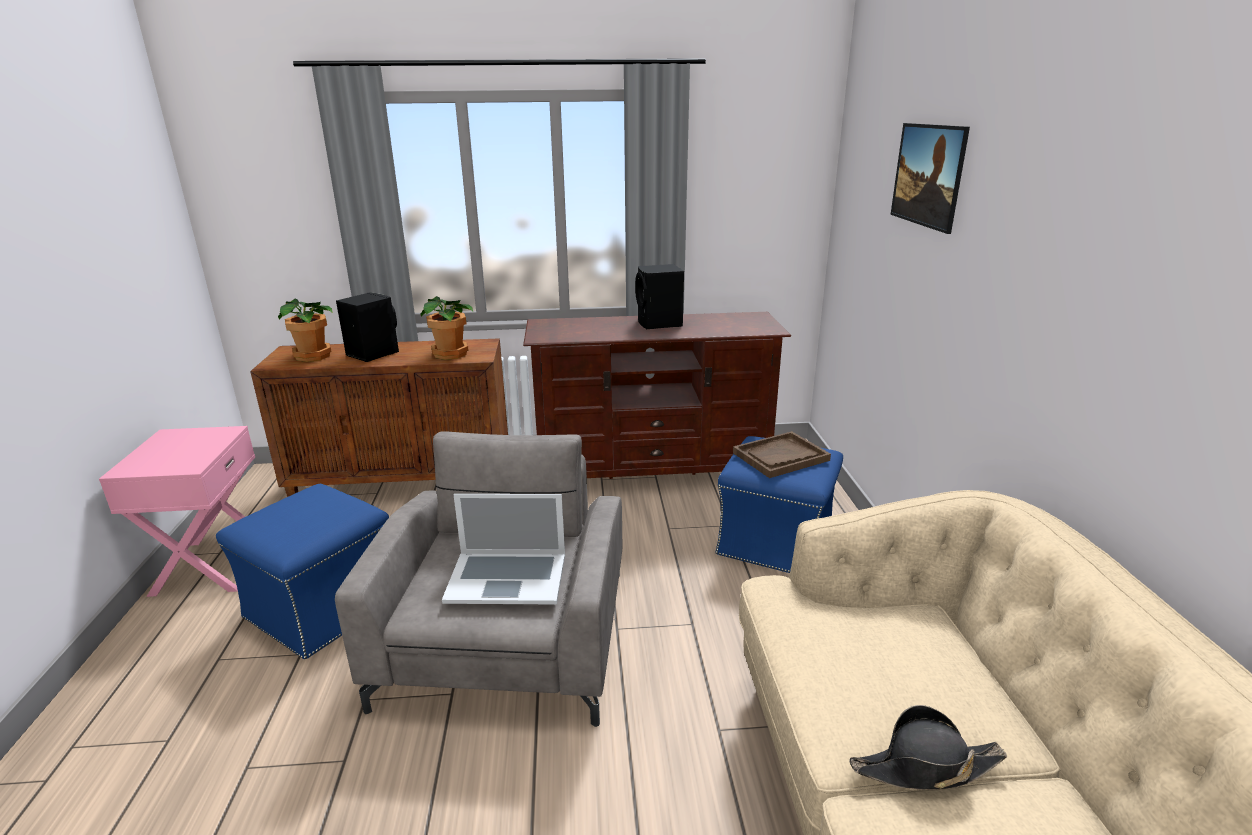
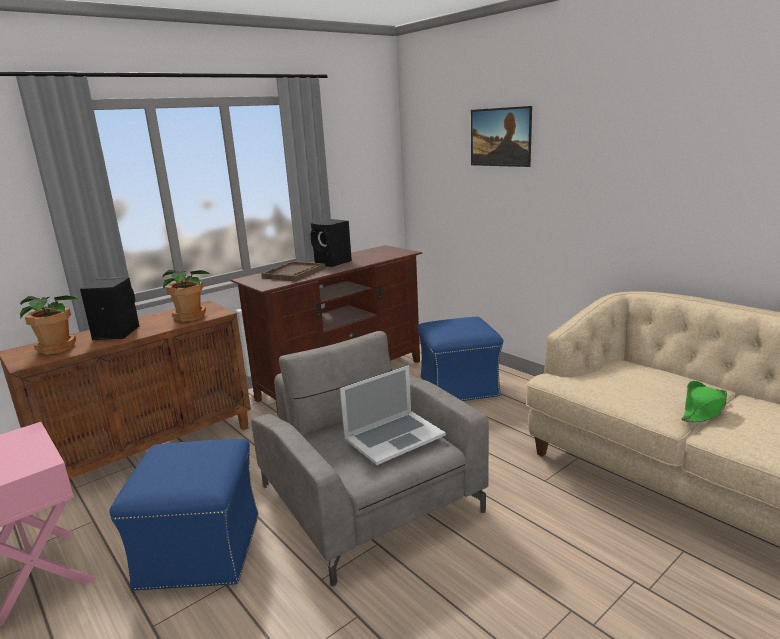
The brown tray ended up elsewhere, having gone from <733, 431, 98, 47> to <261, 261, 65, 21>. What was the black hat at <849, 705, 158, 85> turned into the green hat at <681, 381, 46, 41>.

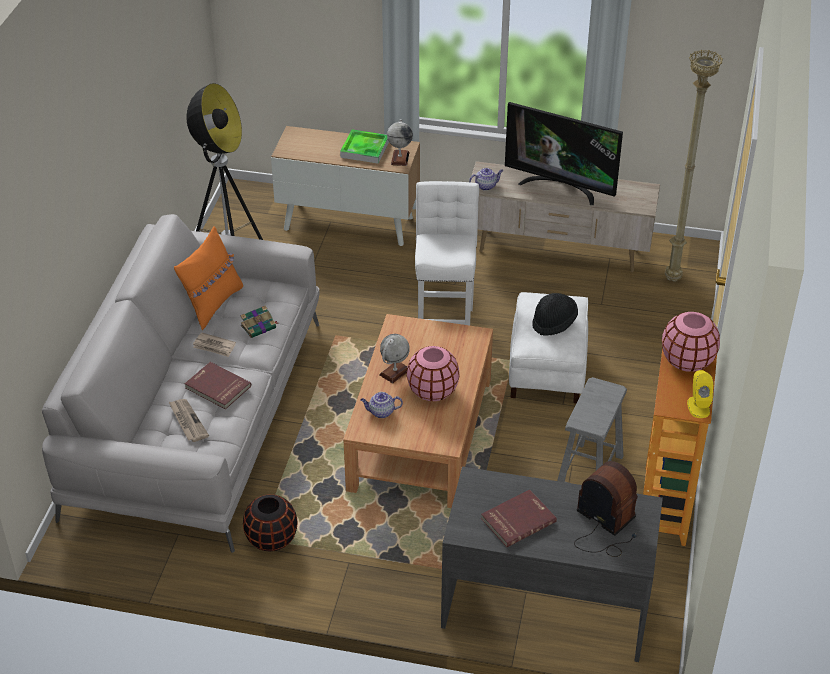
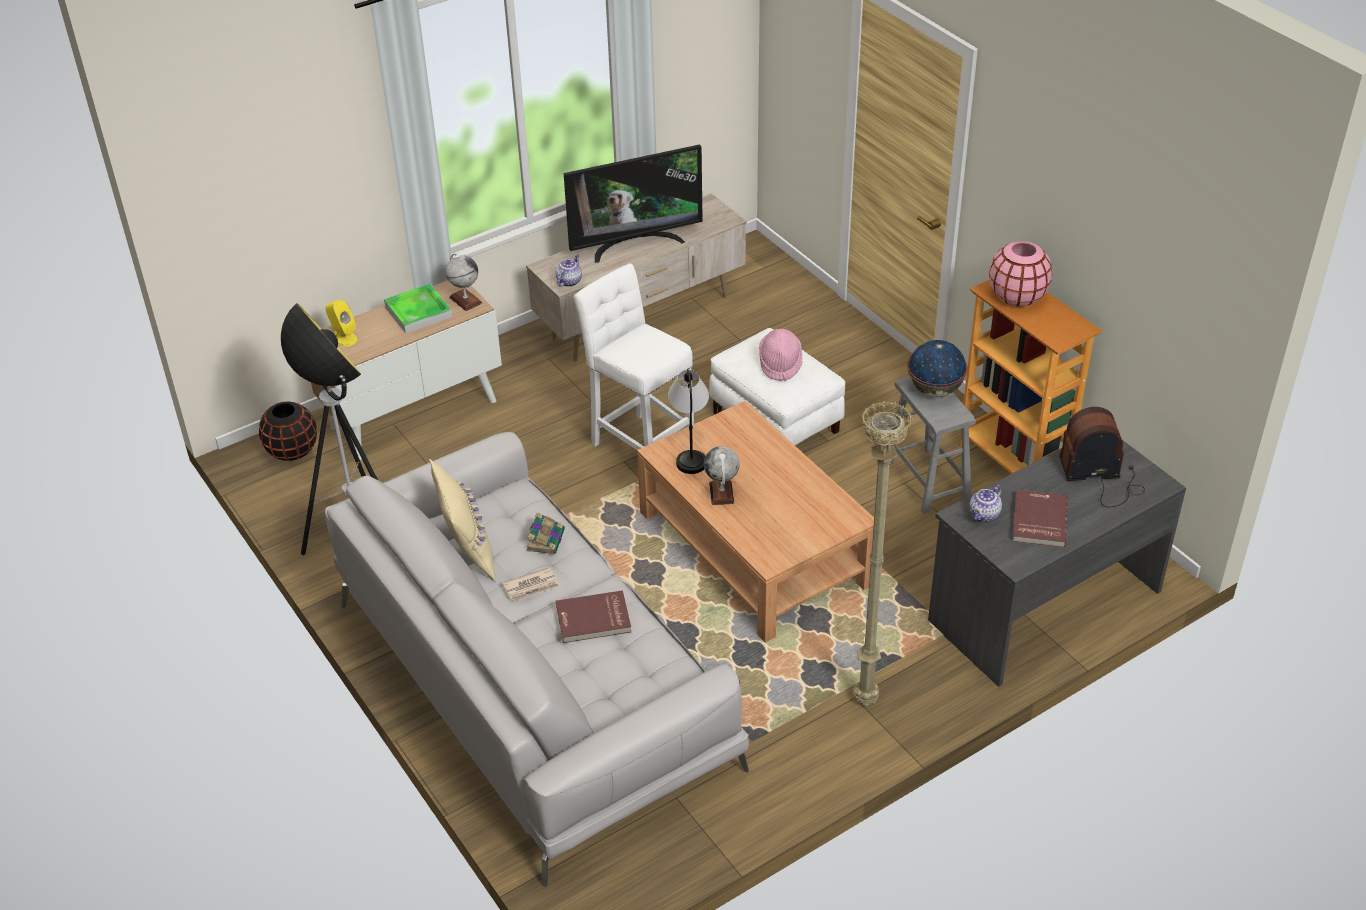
The second view lost the newspaper at <169, 399, 40, 43>. The second view lost the pink vase at <407, 346, 52, 55>. The second view gained the table lamp at <668, 369, 41, 105>. The second view gained the globe at <907, 340, 60, 57>. The black vase ended up elsewhere, having gone from <243, 494, 55, 57> to <259, 402, 58, 59>. The teapot ended up elsewhere, having gone from <360, 392, 43, 26> to <969, 485, 33, 37>. The beige floor lamp ended up elsewhere, having gone from <665, 50, 58, 232> to <853, 401, 60, 305>. The yellow speaker ended up elsewhere, having gone from <687, 370, 26, 48> to <325, 300, 33, 47>. What was the orange pillow at <174, 226, 69, 104> turned into the beige pillow at <429, 459, 66, 122>. What was the black hat at <532, 293, 46, 43> turned into the pink hat at <759, 329, 44, 52>.

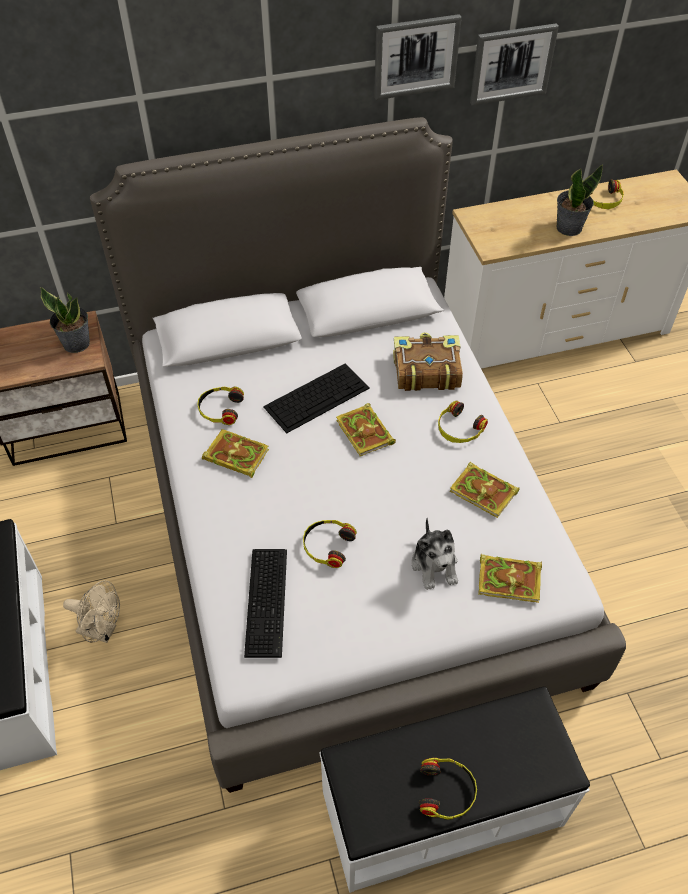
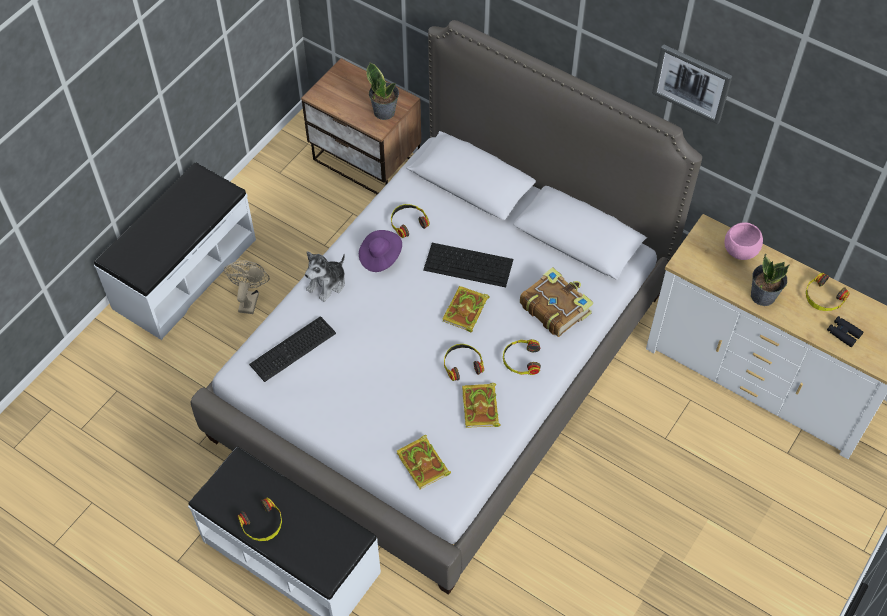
The second view lost the picture at <470, 23, 89, 83>. The second view gained the pink bowl at <725, 222, 38, 38>. The second view gained the black binoculars at <827, 316, 36, 31>. The headphones ended up elsewhere, having gone from <303, 520, 54, 48> to <444, 344, 40, 37>. The plush toy ended up elsewhere, having gone from <412, 518, 46, 72> to <305, 251, 40, 51>. Where the book stood at <202, 429, 67, 49>, the purple hat came to stand at <359, 230, 43, 42>. The beige fan at <63, 580, 57, 63> ended up facing another way, 150 degrees counterclockwise from before.

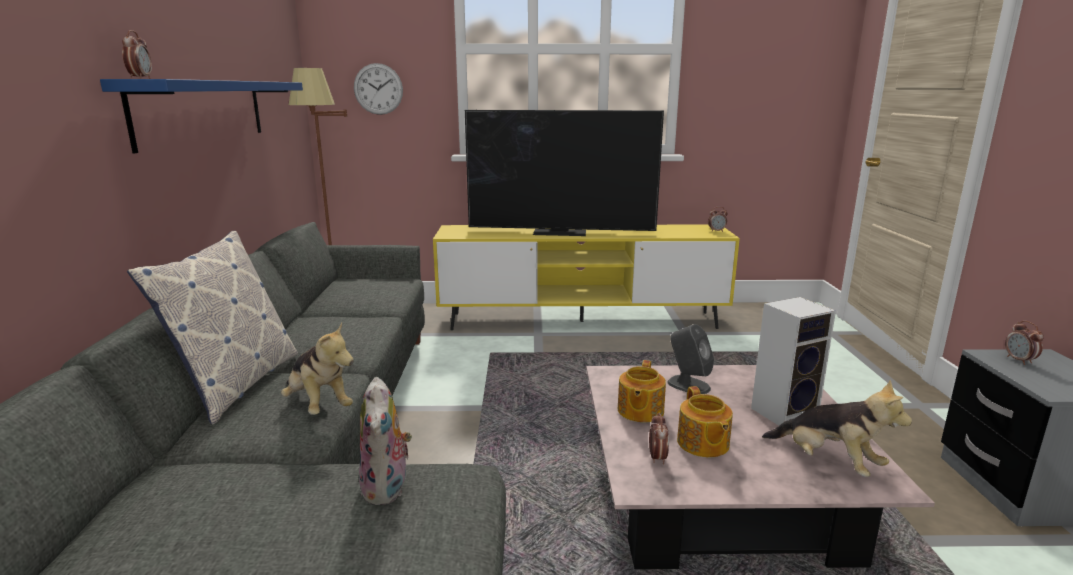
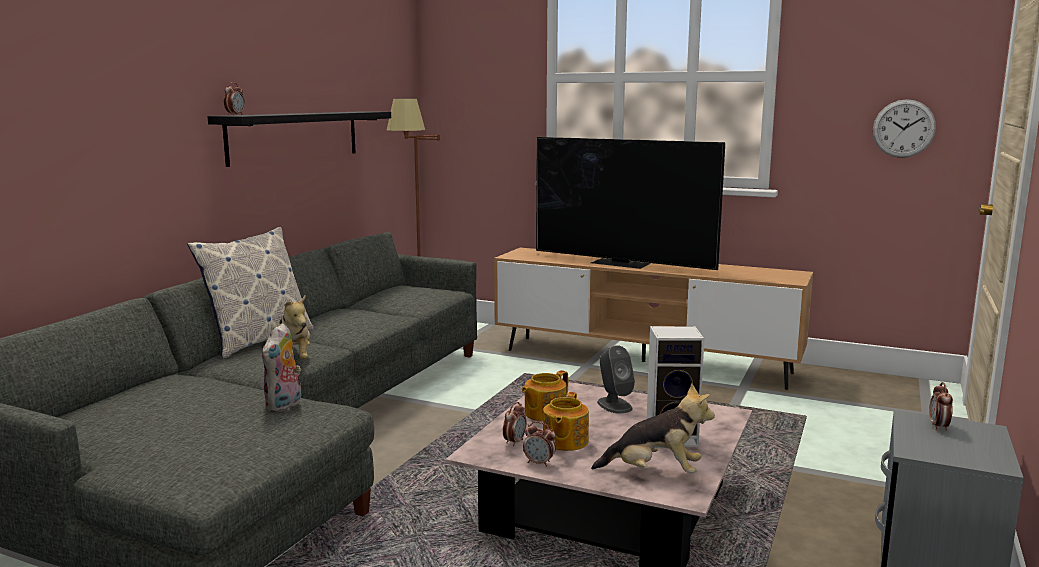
The wall clock ended up elsewhere, having gone from <354, 63, 49, 52> to <873, 99, 63, 59>. The alarm clock ended up elsewhere, having gone from <708, 207, 20, 25> to <523, 422, 33, 45>. What was the blue shelf at <100, 79, 203, 74> turned into the black shelf at <207, 111, 184, 56>. What was the yellow tv stand at <433, 225, 307, 105> turned into the brown tv stand at <494, 248, 319, 142>. The plush toy at <762, 380, 150, 97> ended up facing another way, 60 degrees counterclockwise from before.

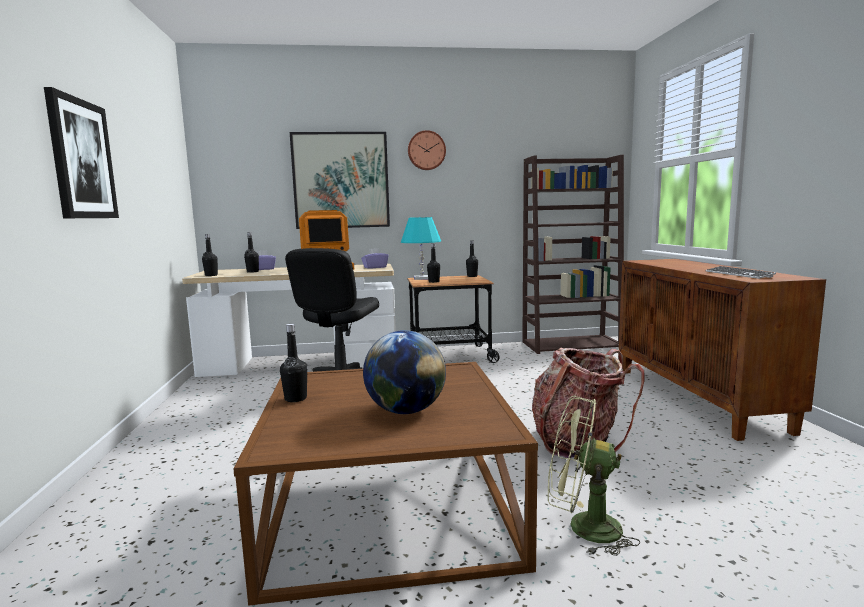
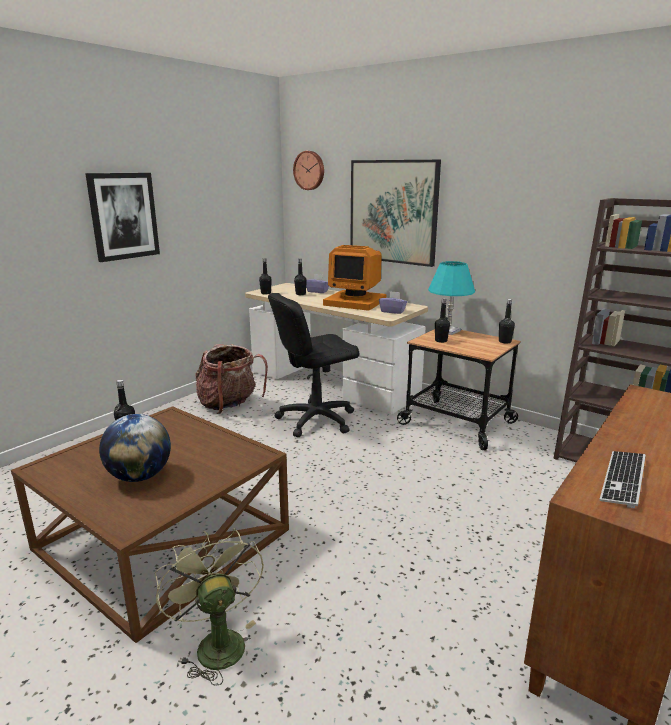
The wall clock ended up elsewhere, having gone from <408, 130, 38, 40> to <293, 151, 31, 39>. The backpack ended up elsewhere, having gone from <532, 348, 113, 110> to <195, 344, 73, 70>.

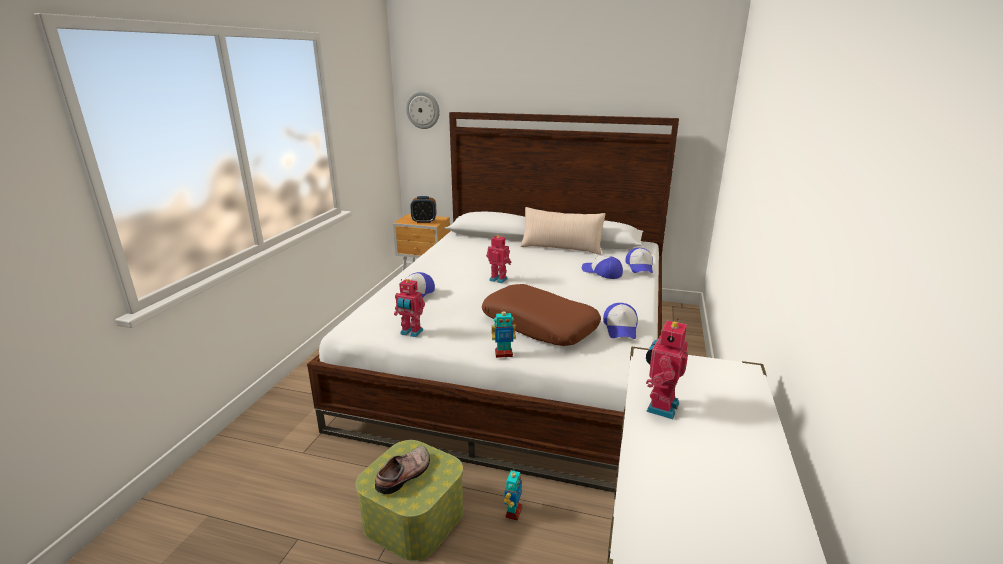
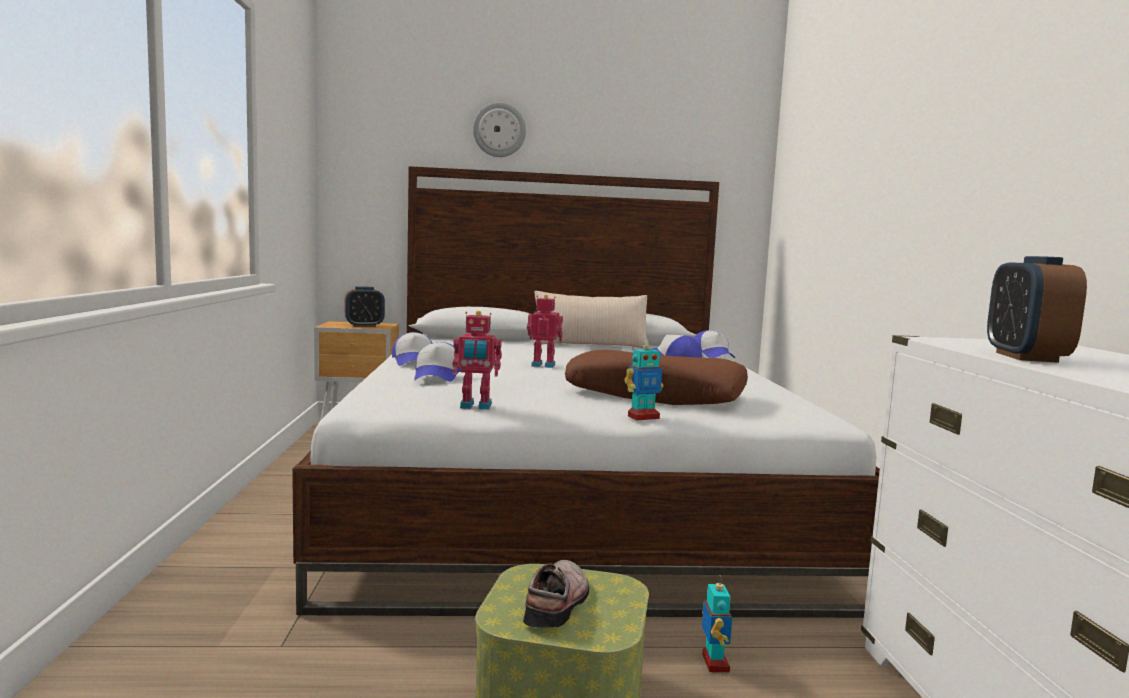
The wall clock ended up elsewhere, having gone from <406, 91, 34, 38> to <473, 102, 53, 55>. The cap ended up elsewhere, having gone from <603, 303, 35, 36> to <392, 332, 40, 34>. Where the toy robot stood at <646, 318, 42, 101>, the alarm clock came to stand at <987, 256, 100, 107>.

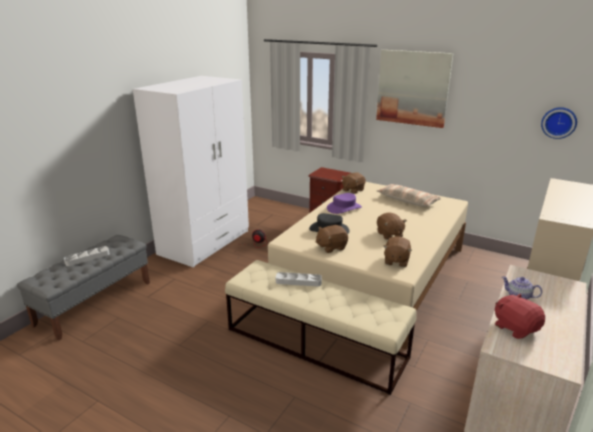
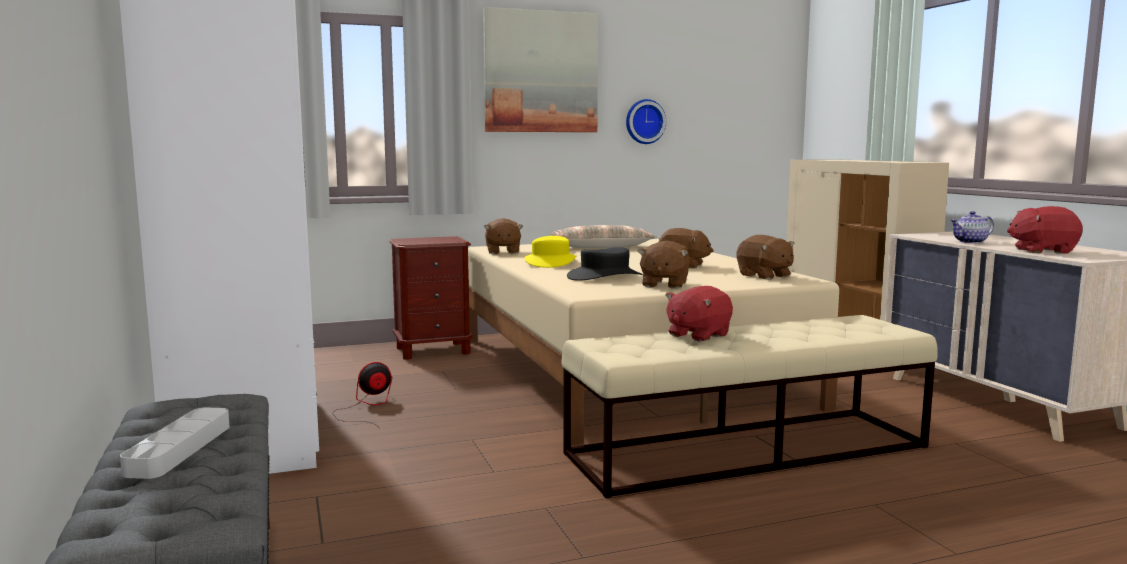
The wall clock ended up elsewhere, having gone from <541, 107, 36, 32> to <626, 99, 40, 45>. Where the grey tray stood at <276, 272, 46, 15>, the red plush toy came to stand at <665, 286, 68, 56>. What was the purple hat at <327, 193, 35, 21> turned into the yellow hat at <525, 236, 52, 32>.

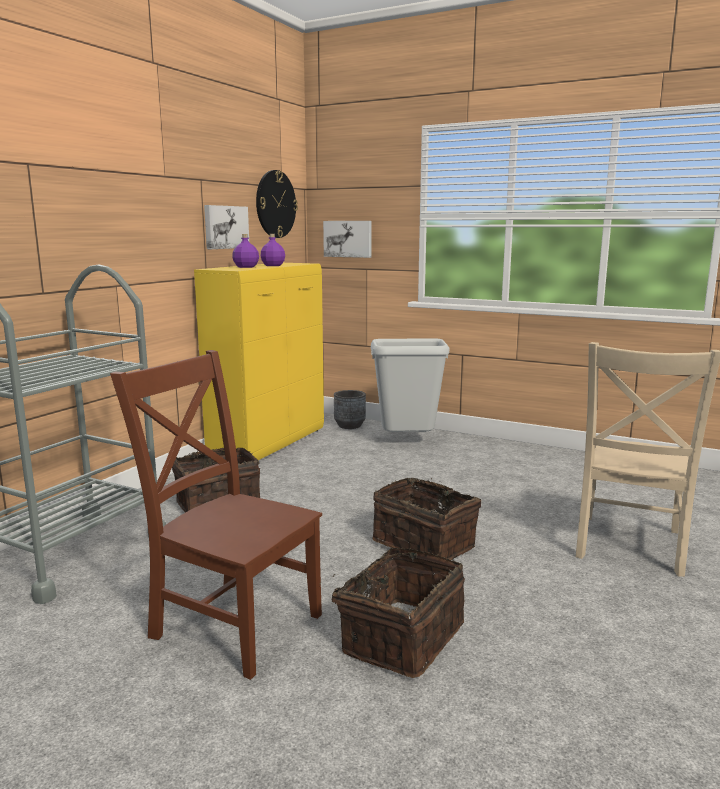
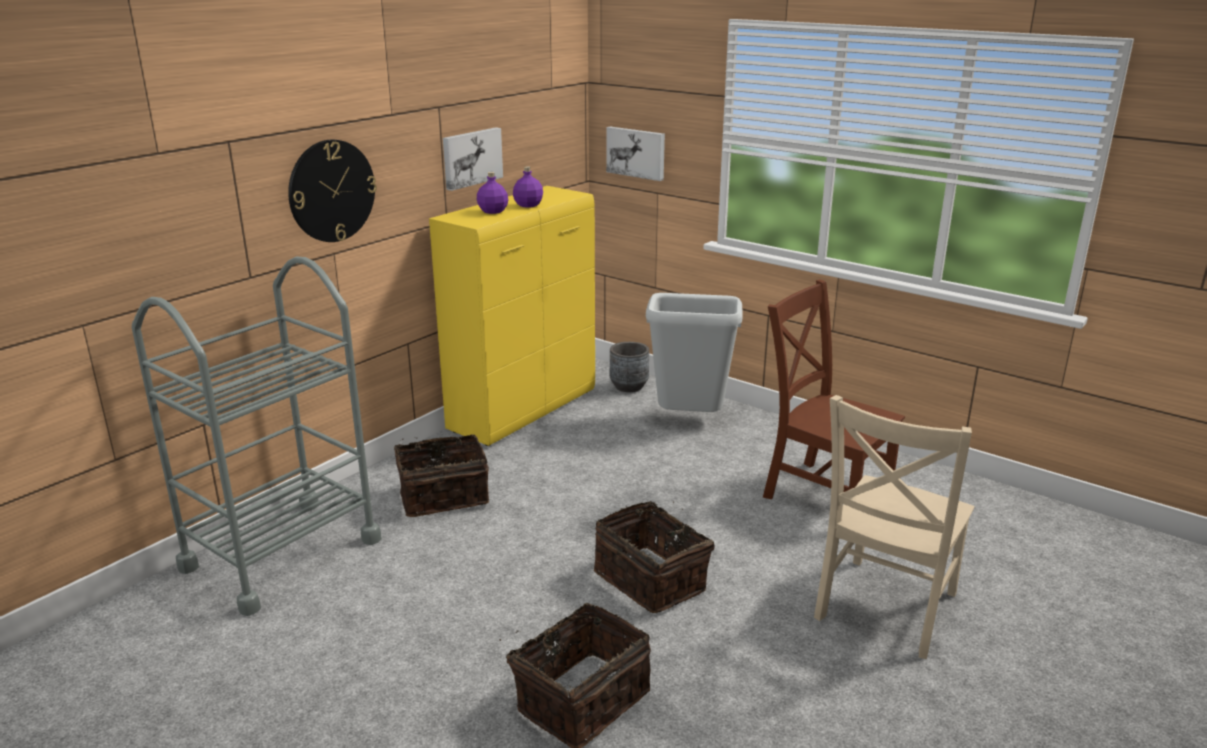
The brown chair ended up elsewhere, having gone from <110, 350, 212, 330> to <763, 279, 142, 220>. The wall clock ended up elsewhere, having gone from <256, 170, 42, 68> to <288, 139, 89, 103>.

